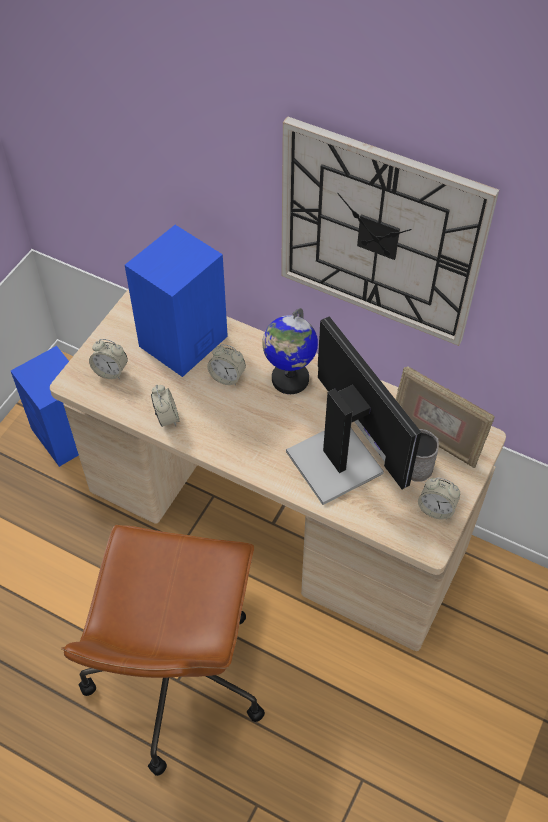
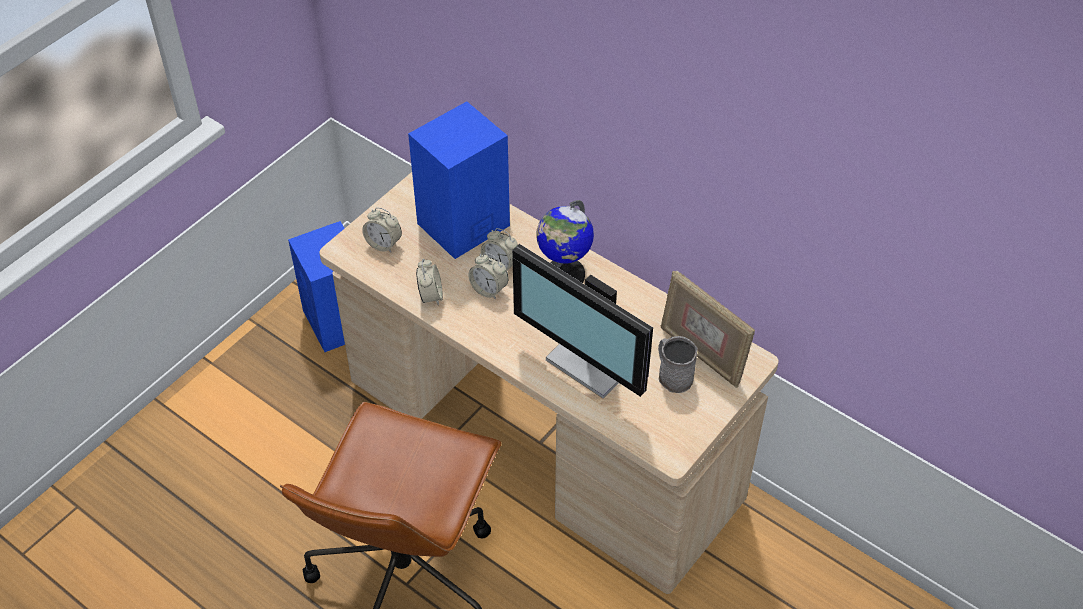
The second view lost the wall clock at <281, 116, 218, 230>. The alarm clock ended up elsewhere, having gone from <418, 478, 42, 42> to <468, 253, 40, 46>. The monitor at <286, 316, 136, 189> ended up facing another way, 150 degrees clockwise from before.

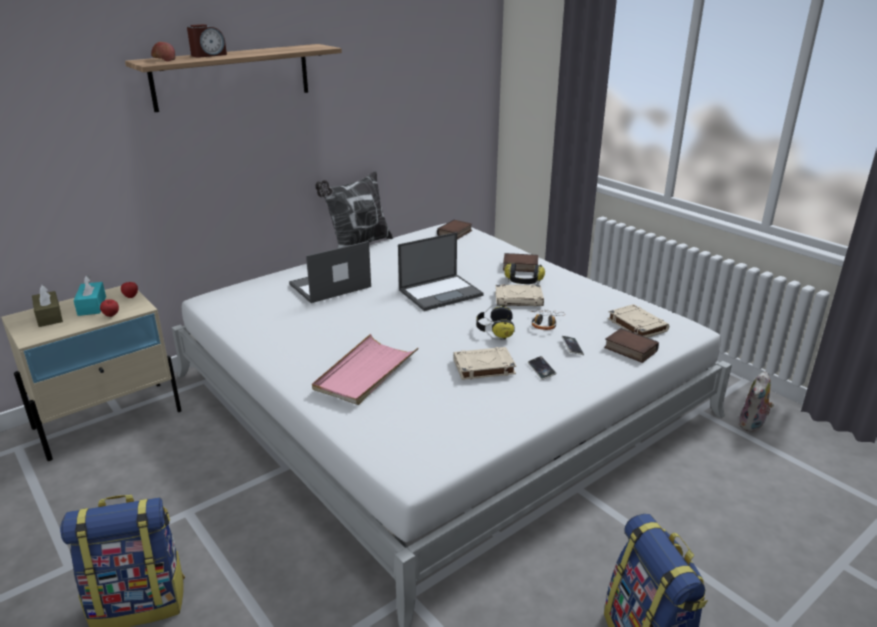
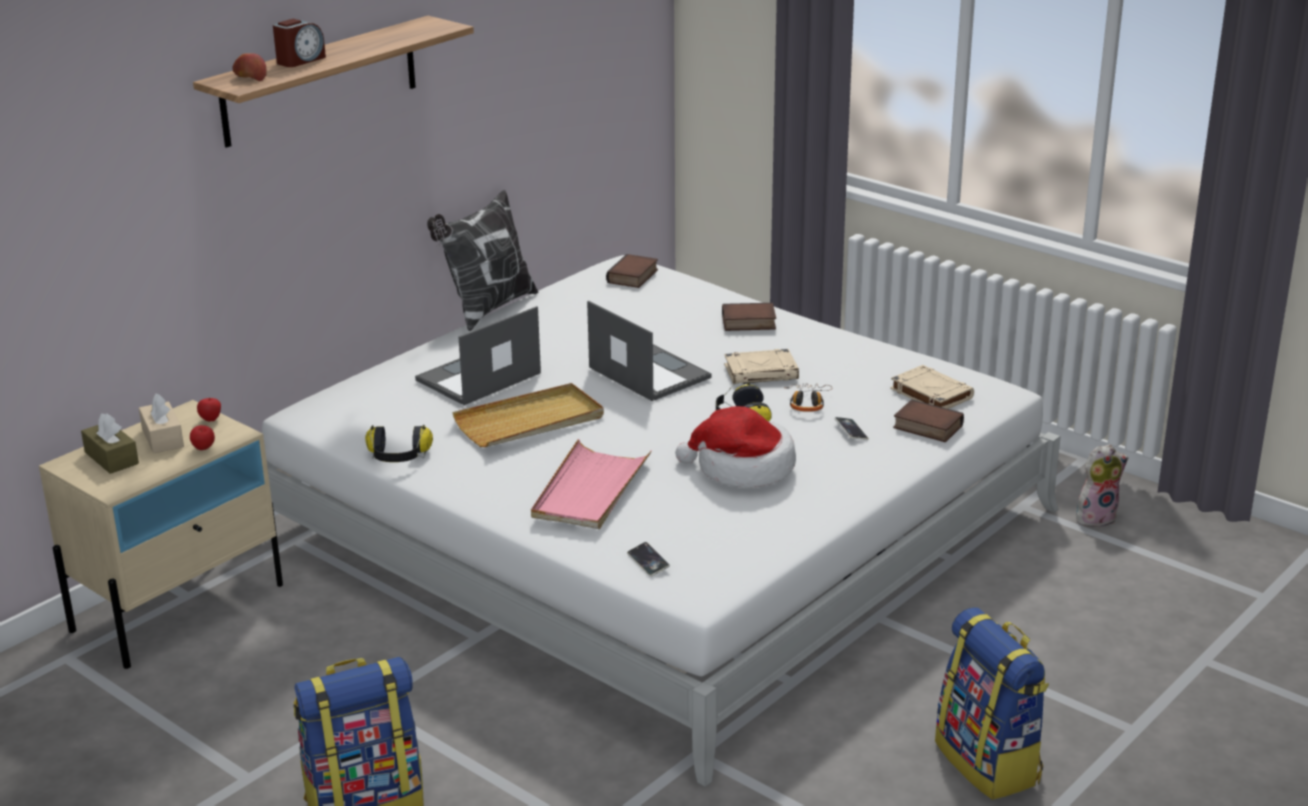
The second view gained the beige tray at <452, 383, 152, 64>. The headphones ended up elsewhere, having gone from <504, 262, 41, 22> to <365, 425, 68, 37>. The phone ended up elsewhere, having gone from <528, 356, 28, 24> to <627, 542, 43, 35>. Where the beige book stood at <453, 347, 63, 33>, the hat came to stand at <675, 406, 121, 82>. What was the turquoise tissue box at <73, 275, 33, 41> turned into the beige tissue box at <139, 394, 45, 59>. The laptop at <398, 232, 85, 79> ended up facing another way, 90 degrees counterclockwise from before. The plush toy at <738, 371, 36, 61> ended up facing another way, 135 degrees counterclockwise from before.

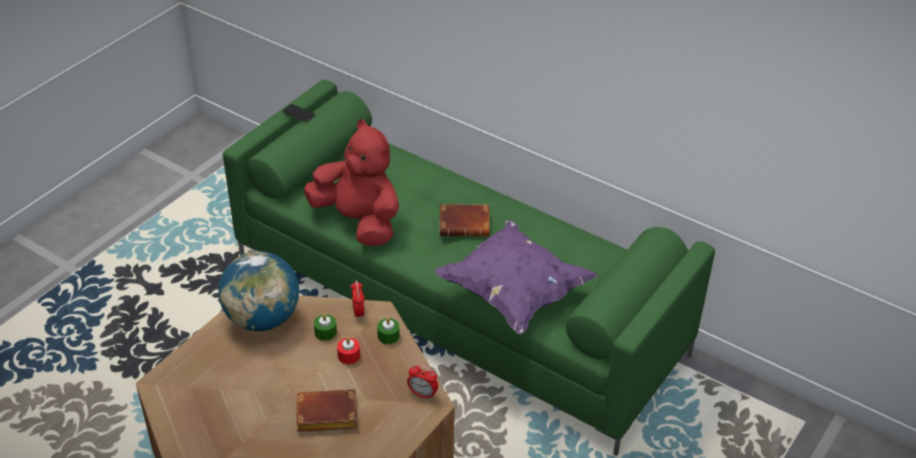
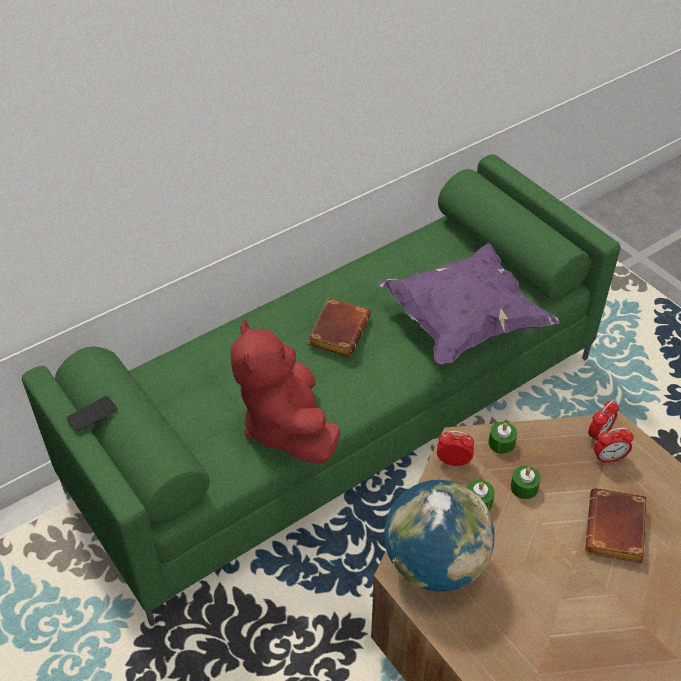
The second view gained the alarm clock at <594, 428, 40, 35>. What was the red candle at <337, 337, 23, 27> turned into the green candle at <511, 466, 30, 33>. The red plush toy at <304, 119, 95, 127> ended up facing another way, 75 degrees counterclockwise from before.

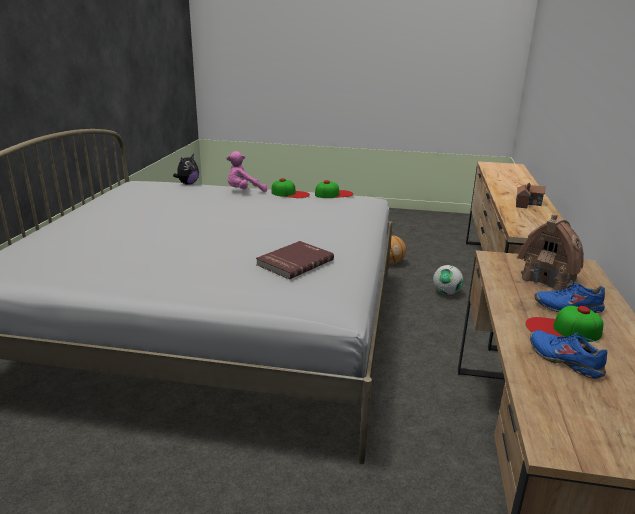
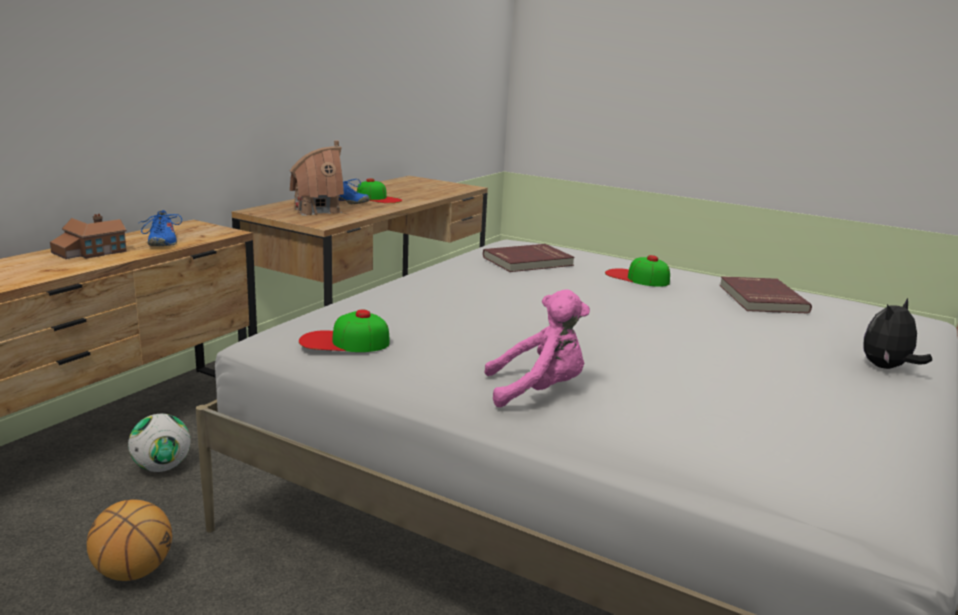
The second view gained the red book at <719, 276, 93, 38>. The plush toy ended up elsewhere, having gone from <173, 154, 26, 31> to <864, 298, 68, 71>. The cap ended up elsewhere, having gone from <271, 178, 39, 20> to <605, 255, 65, 32>. The blue shoe ended up elsewhere, having gone from <530, 330, 77, 49> to <139, 210, 43, 36>.

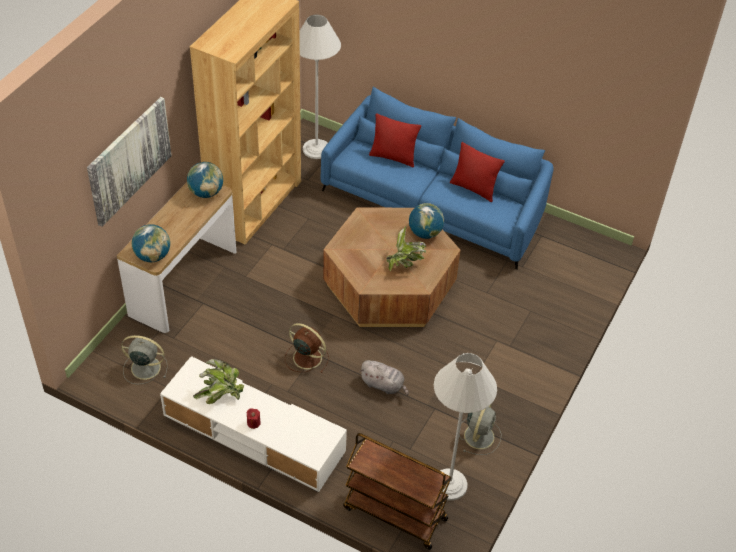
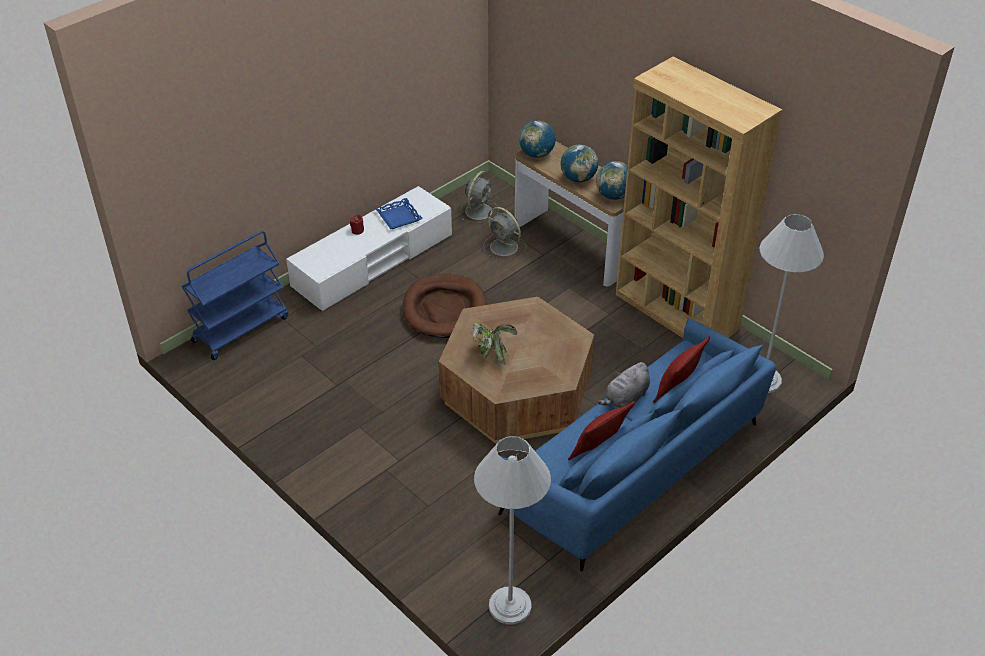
The second view lost the picture at <87, 97, 84, 130>. The grey plush toy ended up elsewhere, having gone from <359, 360, 50, 35> to <597, 362, 53, 46>. The globe ended up elsewhere, having gone from <409, 203, 35, 36> to <560, 144, 38, 38>. The white floor lamp ended up elsewhere, having gone from <434, 353, 63, 148> to <474, 436, 77, 188>. The grey fan ended up elsewhere, having gone from <459, 403, 42, 52> to <483, 207, 43, 54>. Where the potted plant stood at <193, 359, 51, 45>, the blue tray came to stand at <375, 198, 48, 31>. Where the brown fan stood at <285, 323, 44, 50>, the brown dog bed came to stand at <402, 274, 85, 64>. What was the brown cart at <343, 433, 109, 117> turned into the blue cart at <182, 231, 106, 129>.

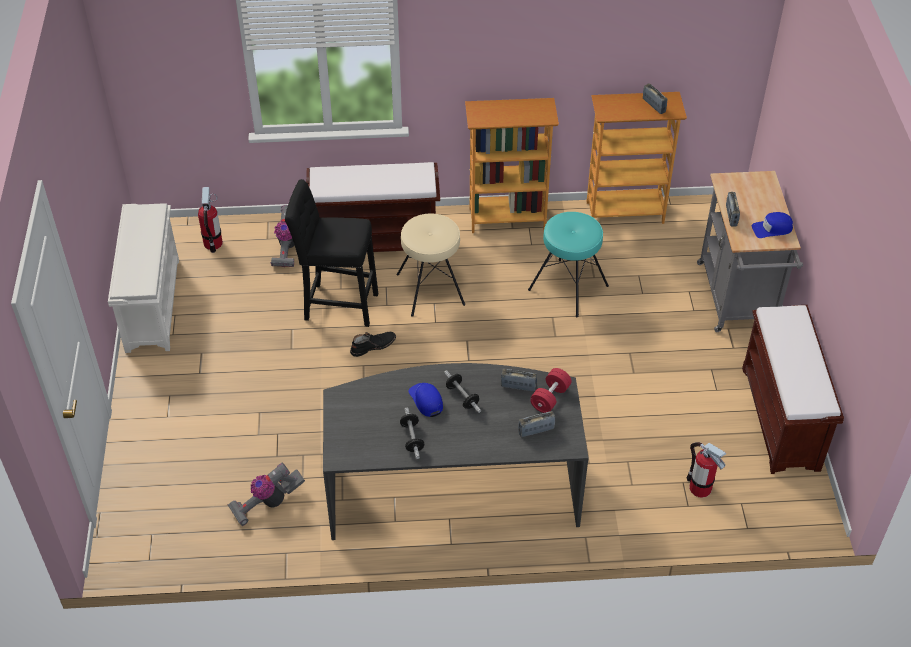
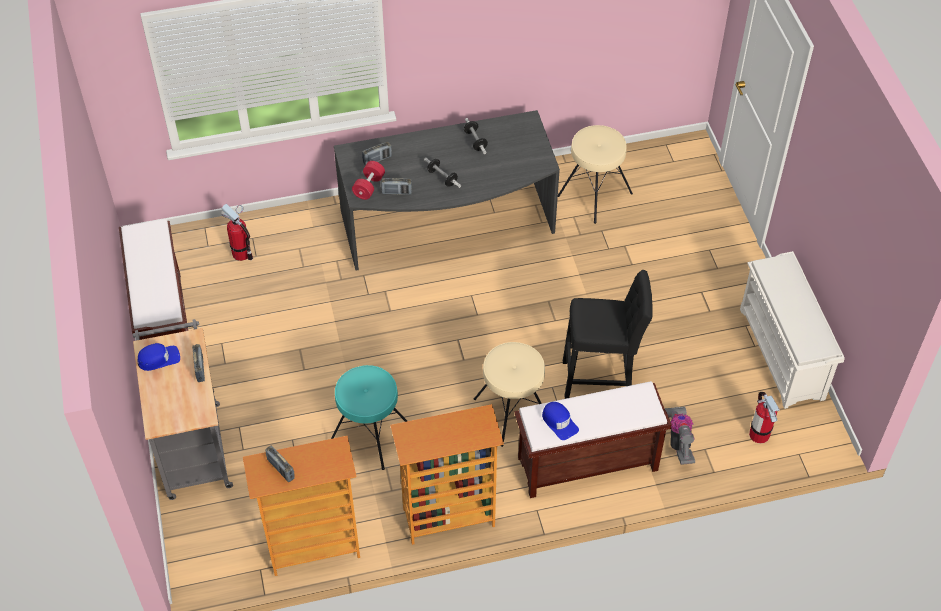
The second view lost the black boot at <350, 332, 46, 25>. The blue cap ended up elsewhere, having gone from <408, 383, 35, 34> to <542, 402, 37, 38>. Where the vacuum cleaner stood at <228, 462, 77, 64>, the beige stool came to stand at <558, 125, 75, 99>.

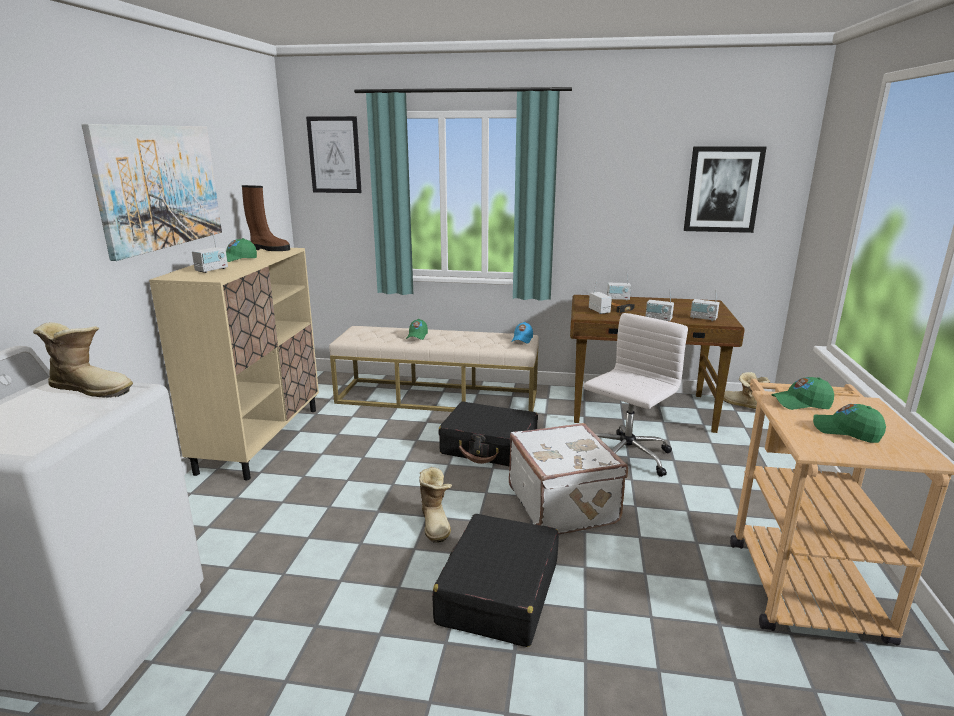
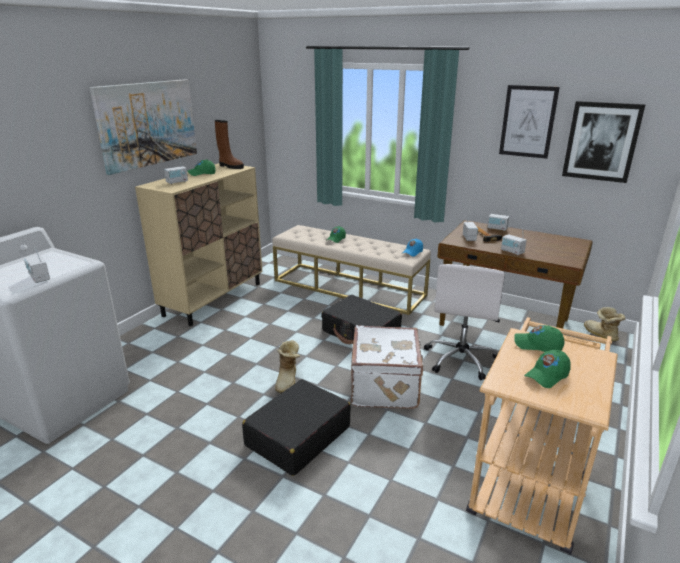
The second view lost the boot at <33, 322, 100, 76>. The picture ended up elsewhere, having gone from <306, 116, 56, 77> to <499, 85, 61, 74>. The radio ended up elsewhere, having gone from <690, 289, 30, 32> to <24, 247, 26, 36>. The white office chair at <584, 313, 104, 164> ended up facing another way, 135 degrees clockwise from before. The green cap at <813, 404, 73, 39> ended up facing another way, 90 degrees counterclockwise from before.

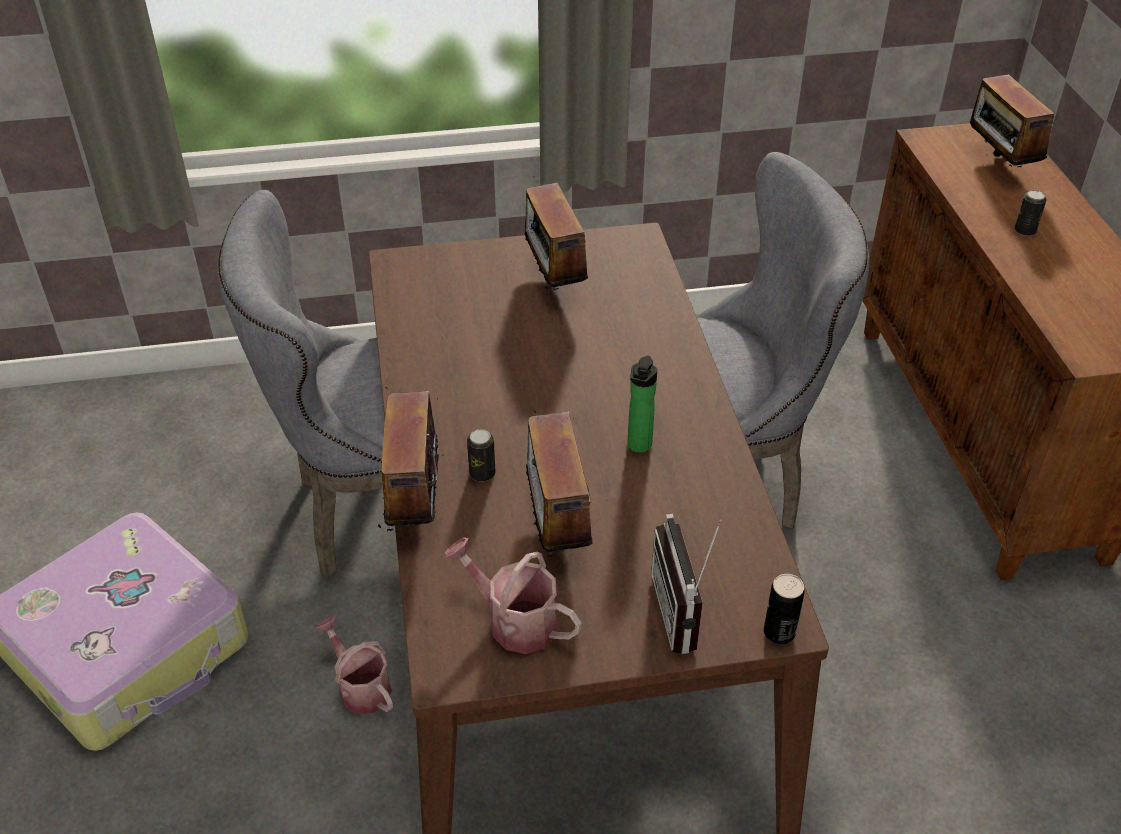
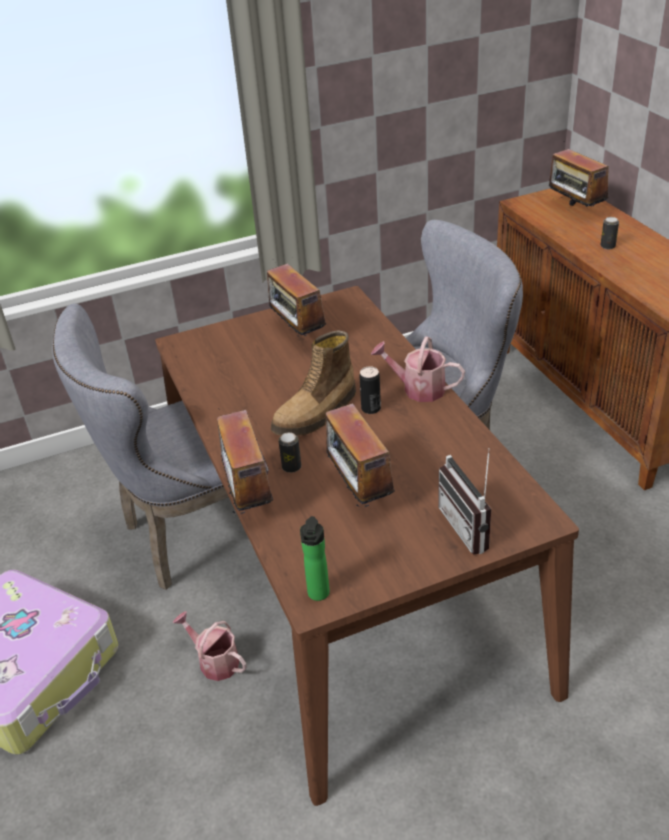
The second view gained the boot at <271, 331, 85, 105>. The watering can ended up elsewhere, having gone from <443, 537, 139, 117> to <371, 337, 94, 65>. The bottle ended up elsewhere, having gone from <627, 355, 30, 98> to <300, 516, 30, 85>. The can ended up elsewhere, having gone from <764, 574, 41, 70> to <359, 366, 22, 48>.

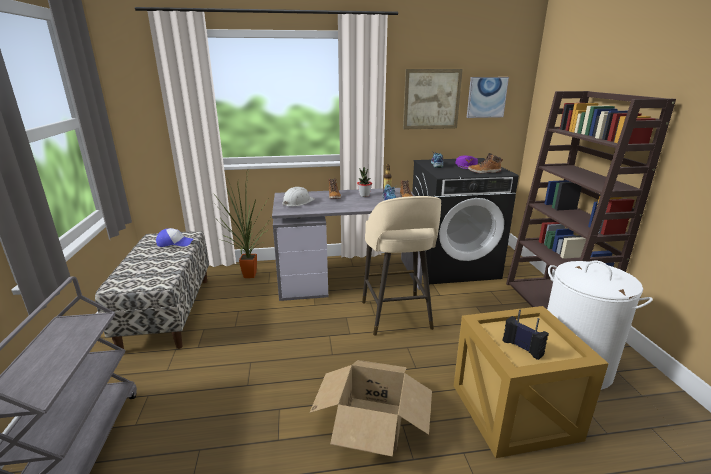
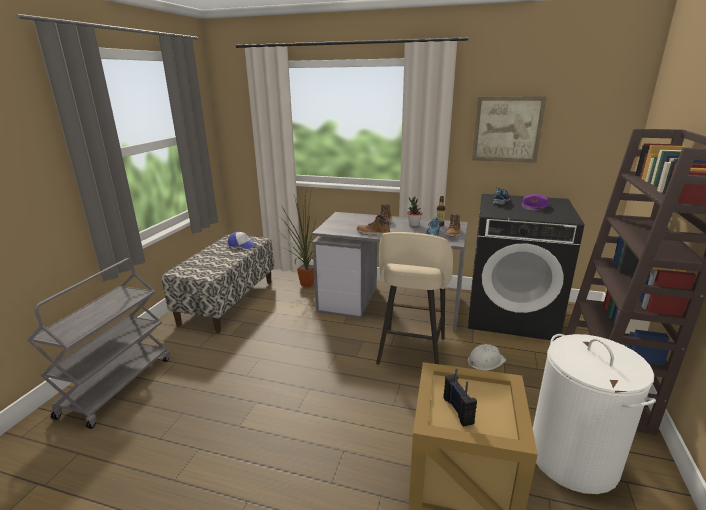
The second view lost the cardboard box at <309, 360, 123, 97>. The second view lost the picture at <467, 77, 42, 41>. The white hard hat ended up elsewhere, having gone from <282, 187, 33, 19> to <468, 344, 38, 27>. The boot ended up elsewhere, having gone from <468, 153, 35, 20> to <357, 215, 34, 21>.

